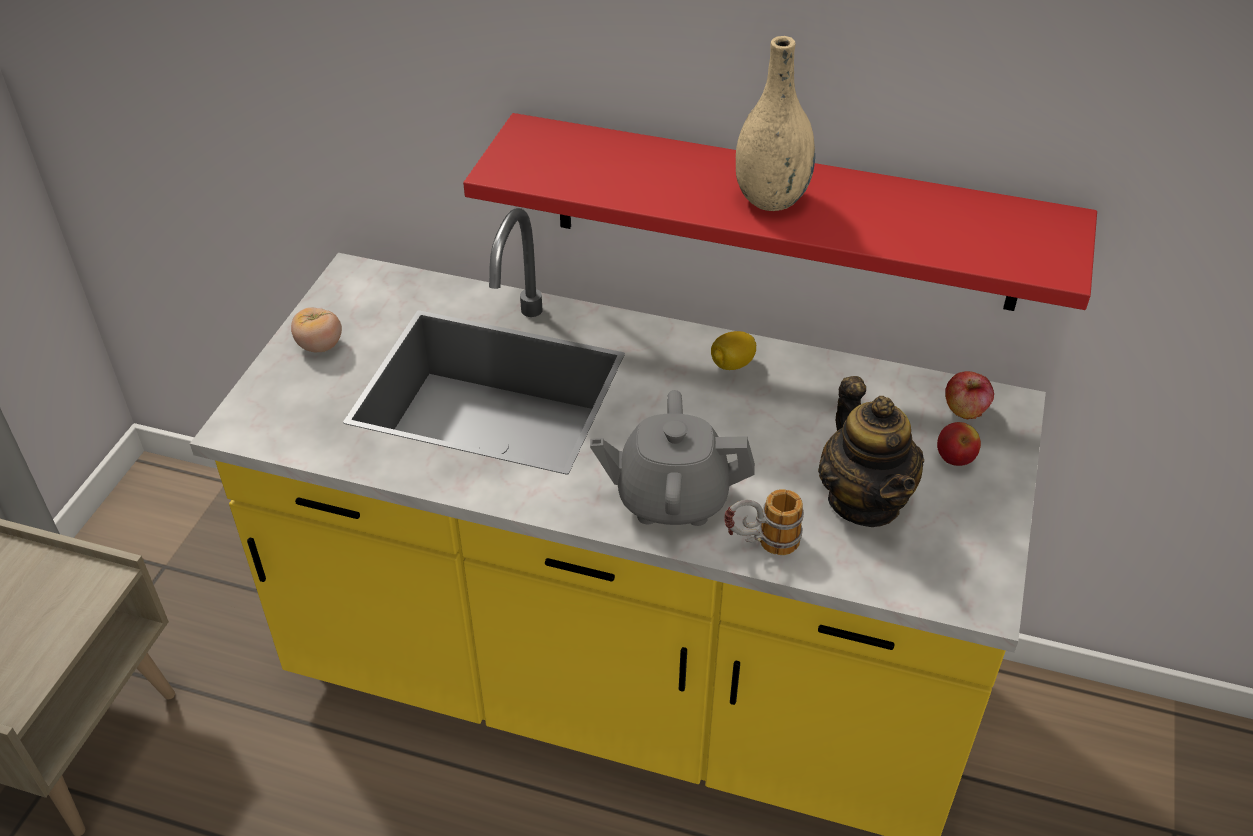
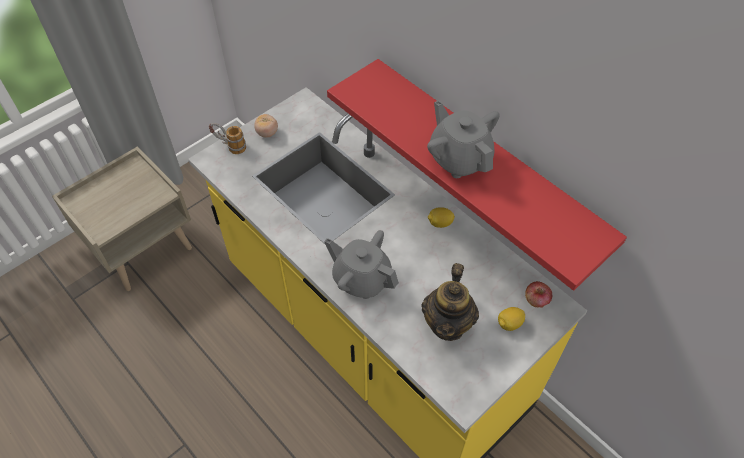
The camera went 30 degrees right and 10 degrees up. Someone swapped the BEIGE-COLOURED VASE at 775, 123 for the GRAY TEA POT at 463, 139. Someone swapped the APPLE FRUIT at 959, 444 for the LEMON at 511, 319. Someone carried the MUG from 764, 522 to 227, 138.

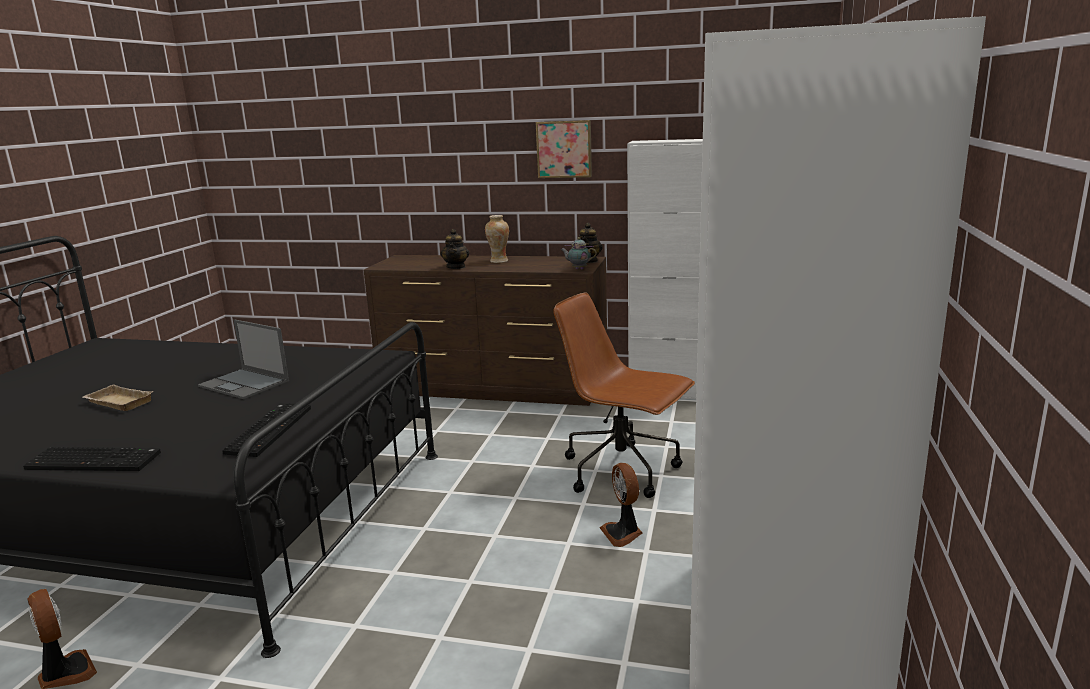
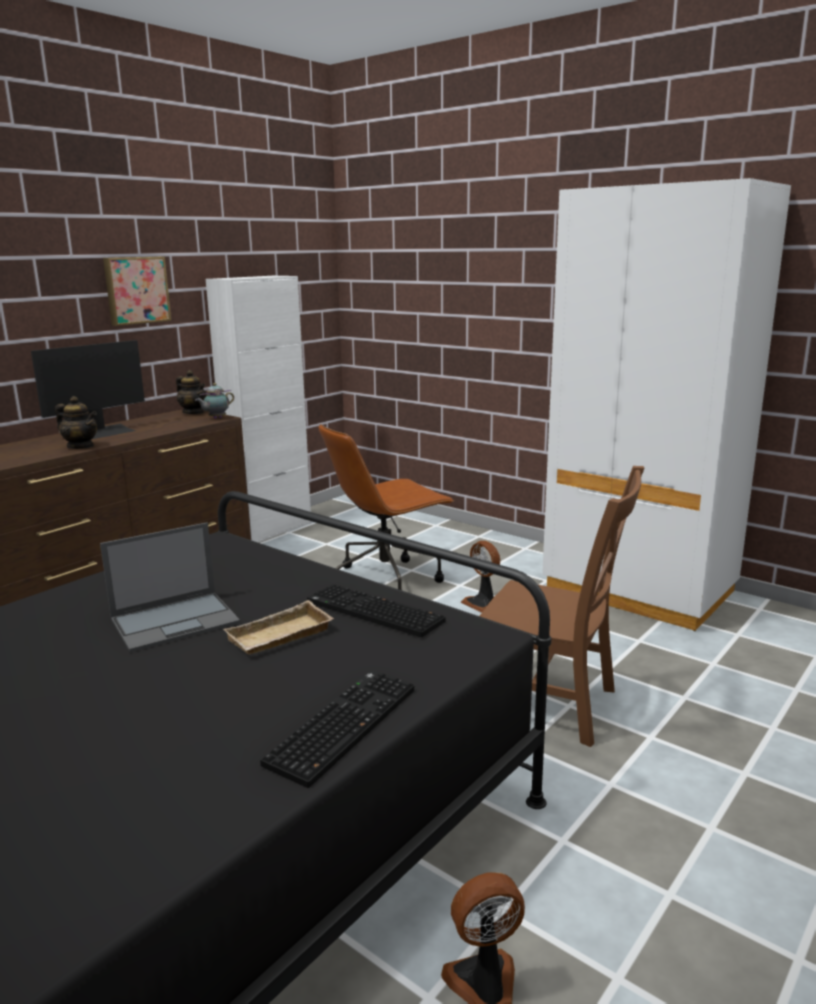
The camera went 65 degrees left and 0 degrees up. Someone swapped the VASE at 497, 239 for the COMPUTER DISPLAY at 88, 389. Someone carried the BEIGE-COLOURED TRAY from 118, 397 to 278, 627. Someone rotated the ELECTRIC FAN at 621, 505 by 45 degrees clockwise. Someone put down the BROWN CHAIR at 562, 606.

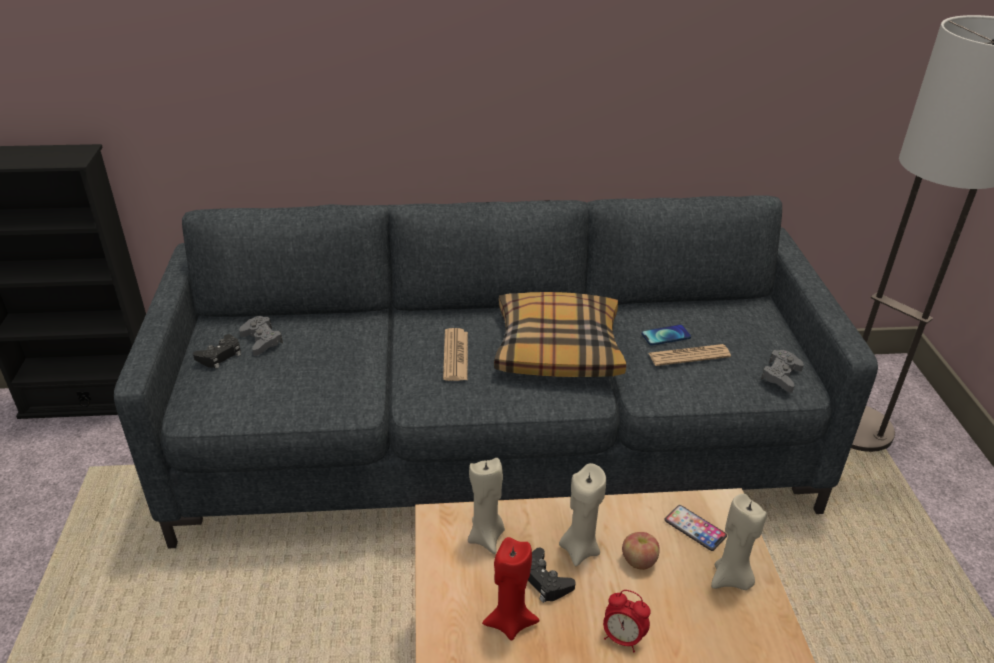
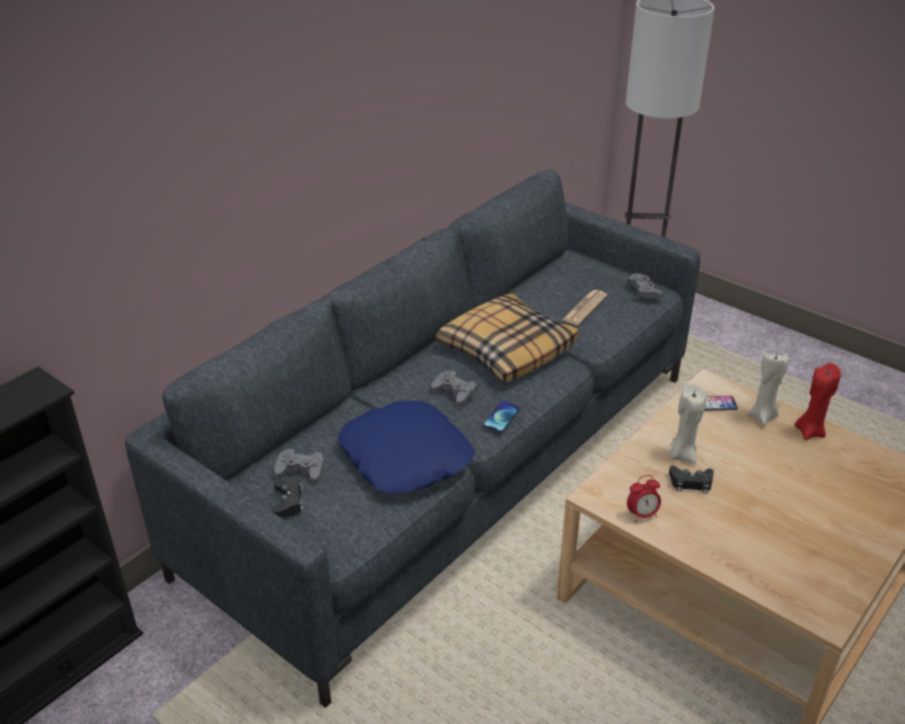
The camera went 45 degrees left and 0 degrees up. Someone carried the PHONE from 666, 335 to 501, 417. Someone swapped the DAILY PAPER at 455, 354 for the GRAY JOYPAD at 454, 389. Someone took away the BEIGE-COLOURED WAX CANDLE at 486, 506. Someone took away the APPLE FRUIT at 641, 551. Someone carried the REDDISH WAX CANDLE from 511, 588 to 818, 401. Someone carried the TABLE CLOCK from 627, 621 to 644, 499. Someone put down the BLUE-COLOURED THROW PILLOW at 406, 447.

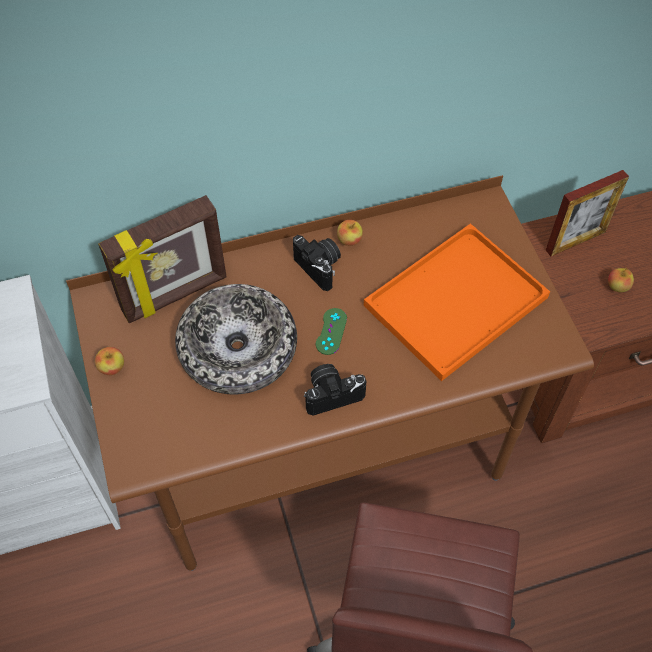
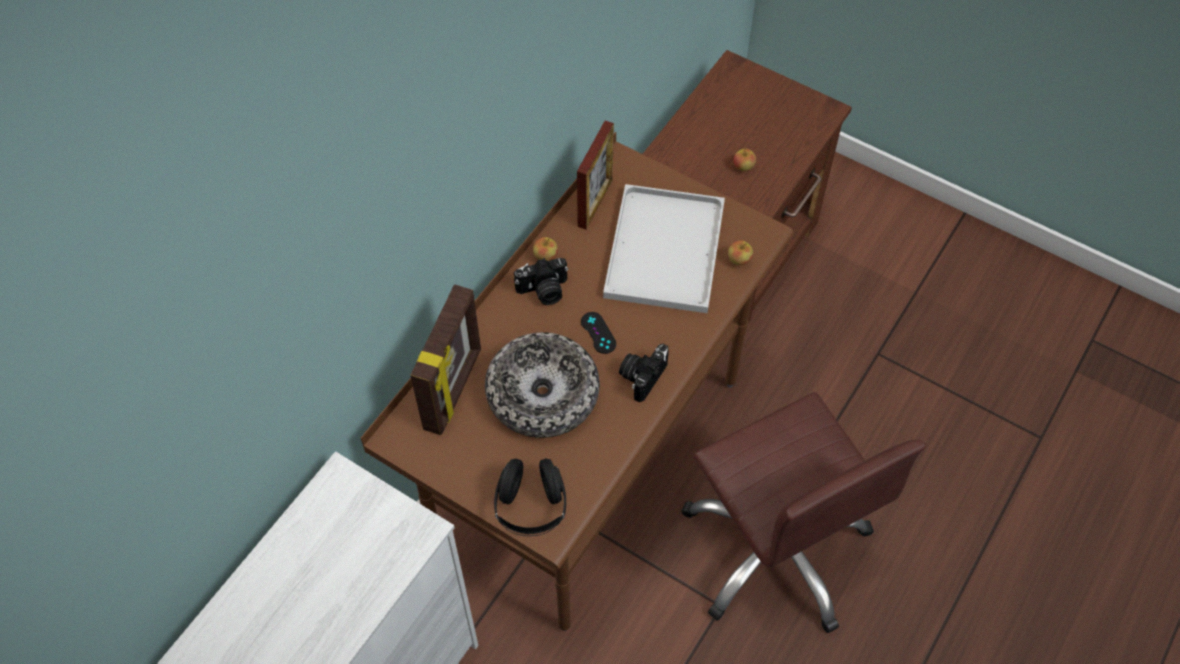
The camera went 40 degrees left and 0 degrees up. Someone carried the STANDING FRAME from 587, 213 to 595, 175. Someone repainted the ORANGE-COLOURED TRAY at 457, 302, which became the WHITE-COLOURED TRAY at 664, 248. Someone rotated the STILL CAMERA at 317, 263 by 150 degrees clockwise. Someone repainted the GREEN-COLOURED JOYPAD at 331, 331, which became the BLACKISH JOYPAD at 598, 333. Someone carried the APPLE FRUIT from 109, 361 to 740, 253. Someone put down the BLACKISH HEADSET at 530, 497.

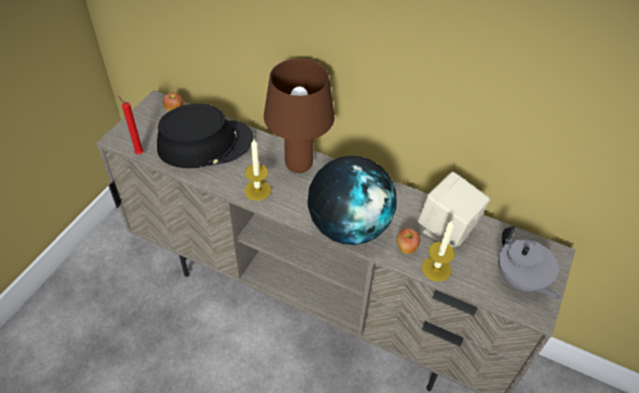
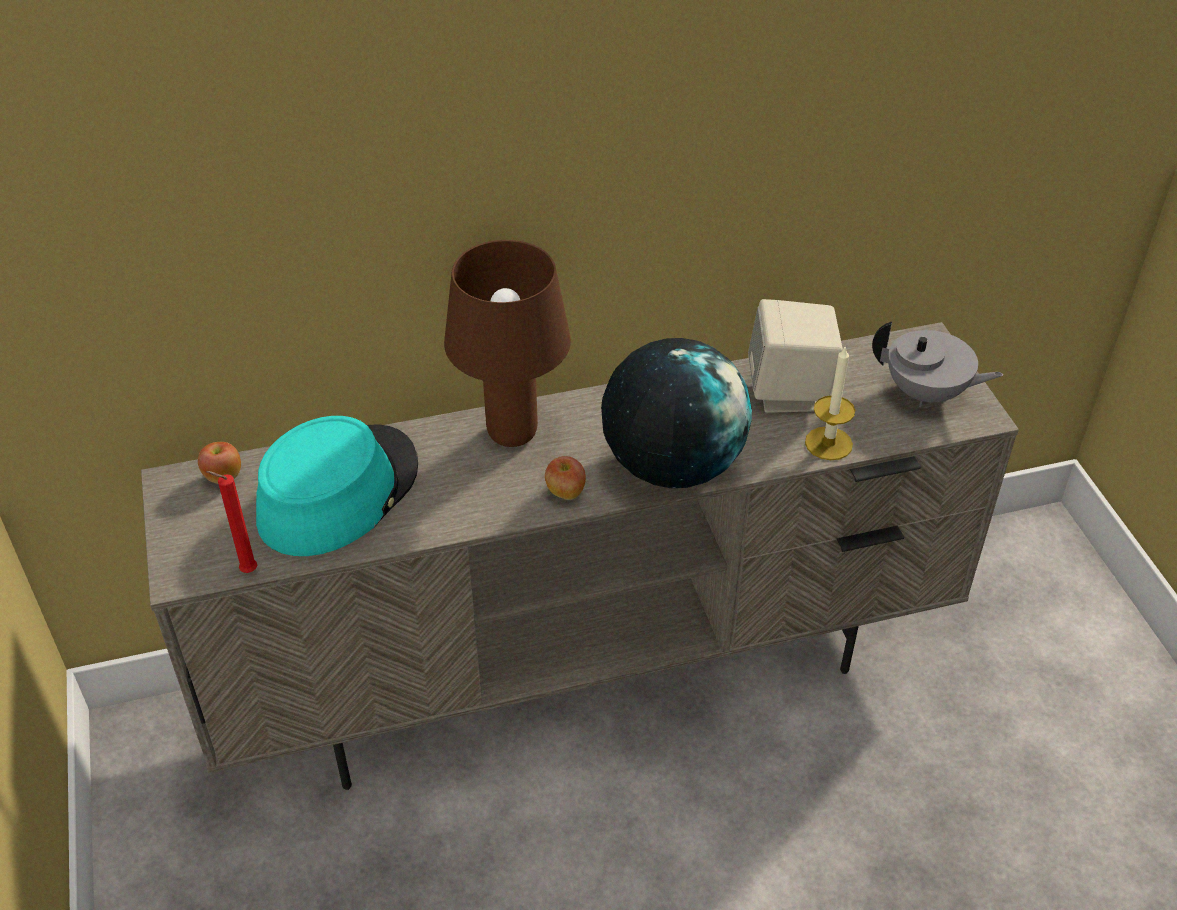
The camera went 40 degrees left and 5 degrees down. Someone repainted the BLACKISH CLOTHING HAT at 205, 136, which became the BLUE-GREEN CLOTHING HAT at 337, 486. Someone took away the WAX CANDLE at 257, 170. Someone carried the APPLE FRUIT from 408, 241 to 565, 478.

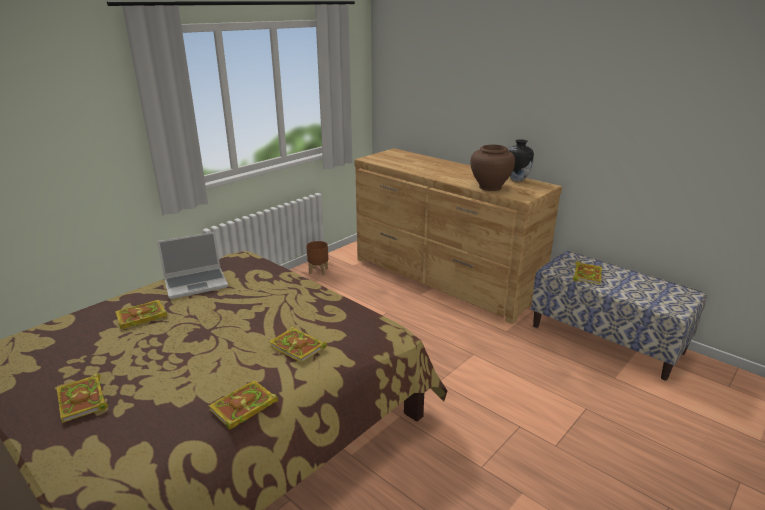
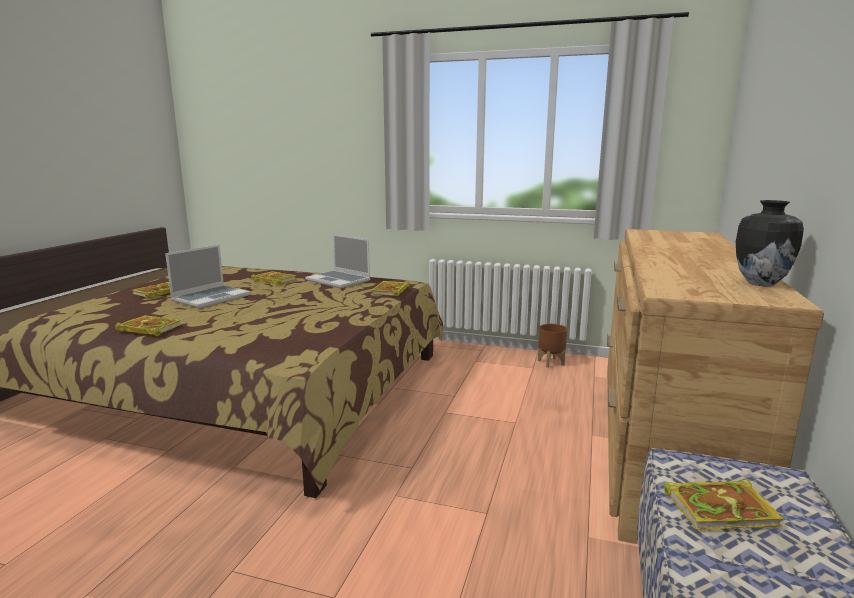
The camera went 65 degrees right and 10 degrees down. Someone took away the BROWN VASE at 492, 168. Someone carried the BOUND BOOK from 298, 345 to 390, 288. Someone put down the LAPTOP at 207, 276.

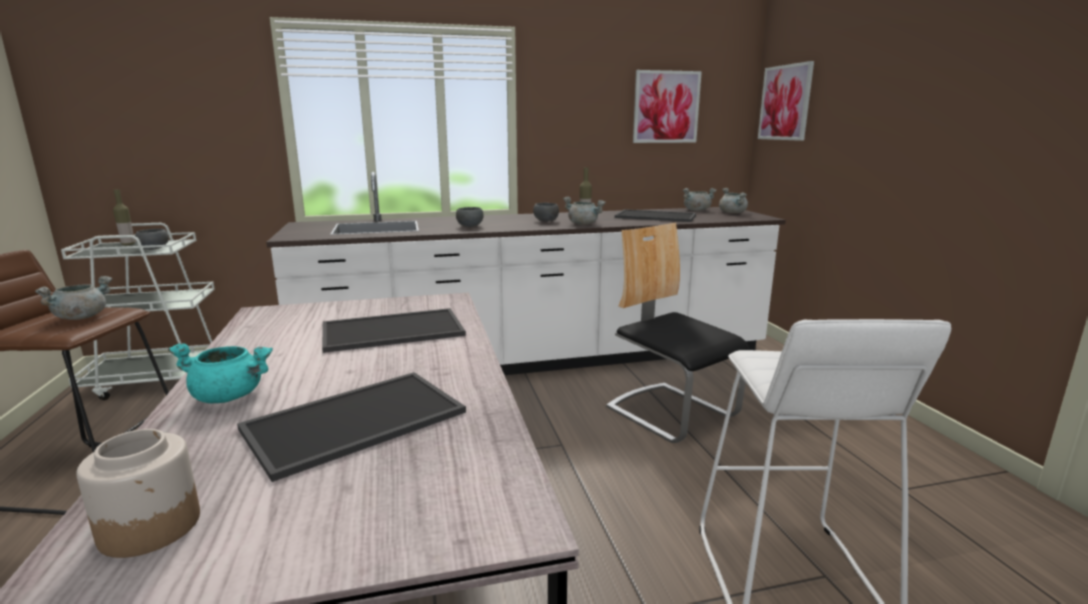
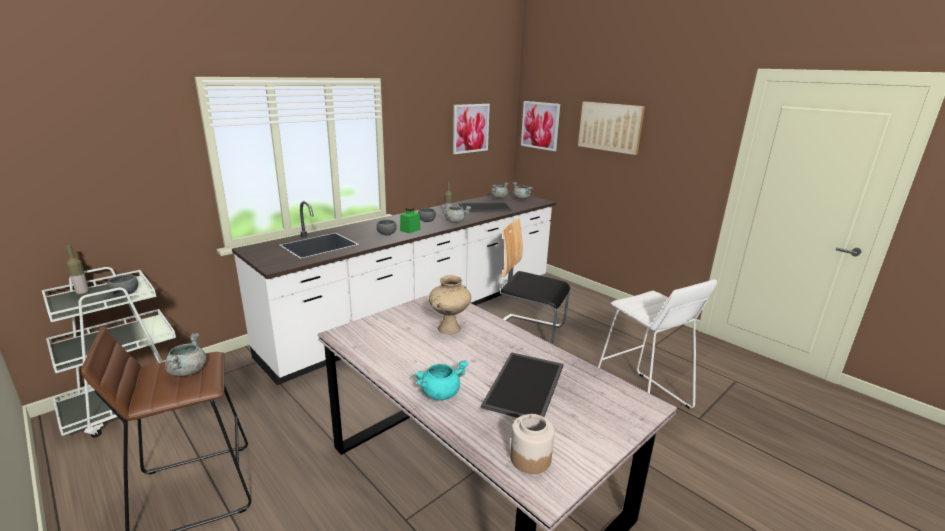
The camera went 30 degrees left and 5 degrees up. Someone swapped the TRAY at 394, 330 for the BEIGE-COLOURED VASE at 450, 304. Someone put up the WALL ART at 611, 128. Someone put down the GREEN-COLOURED STORAGE JAR at 410, 220.

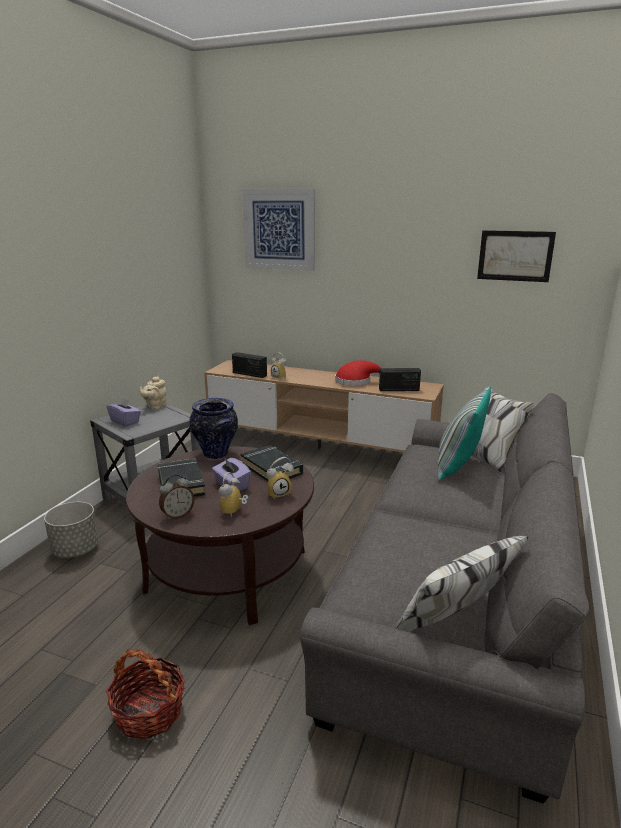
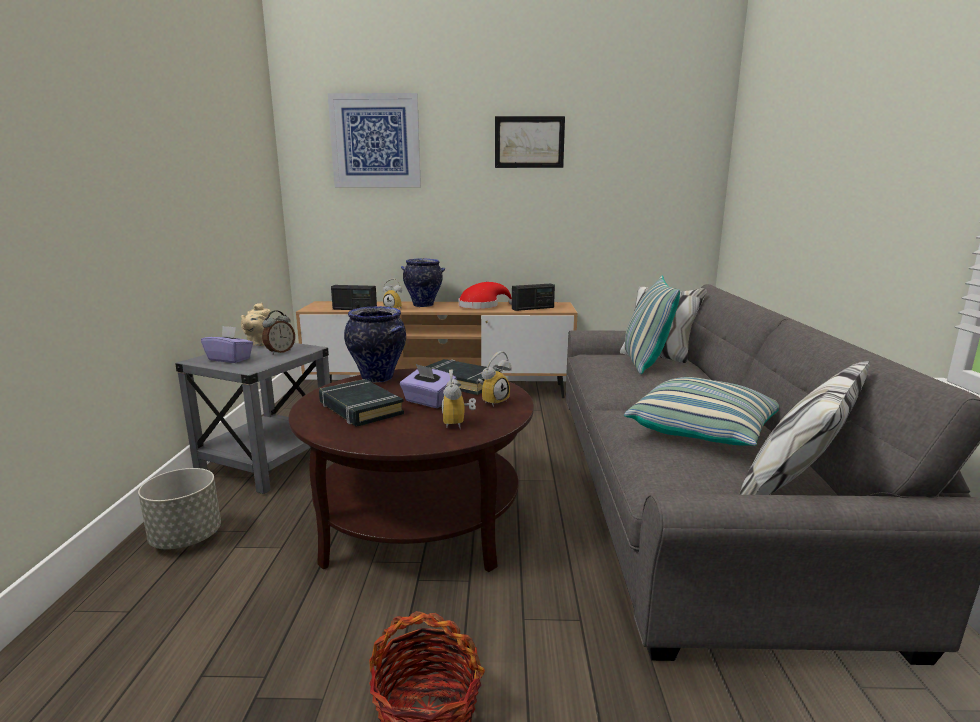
The camera went 20 degrees left and 5 degrees down. Someone carried the WALL ART from 516, 256 to 530, 142. Someone carried the TABLE CLOCK from 177, 497 to 278, 332. Someone put down the VASE at 423, 283. Someone put down the THROW PILLOW at 701, 411.

